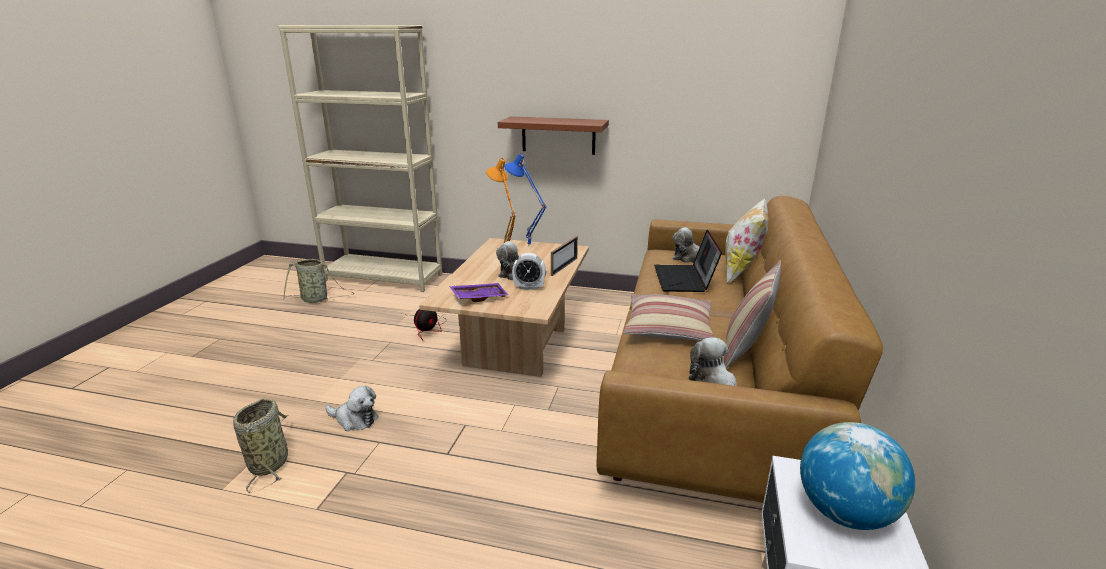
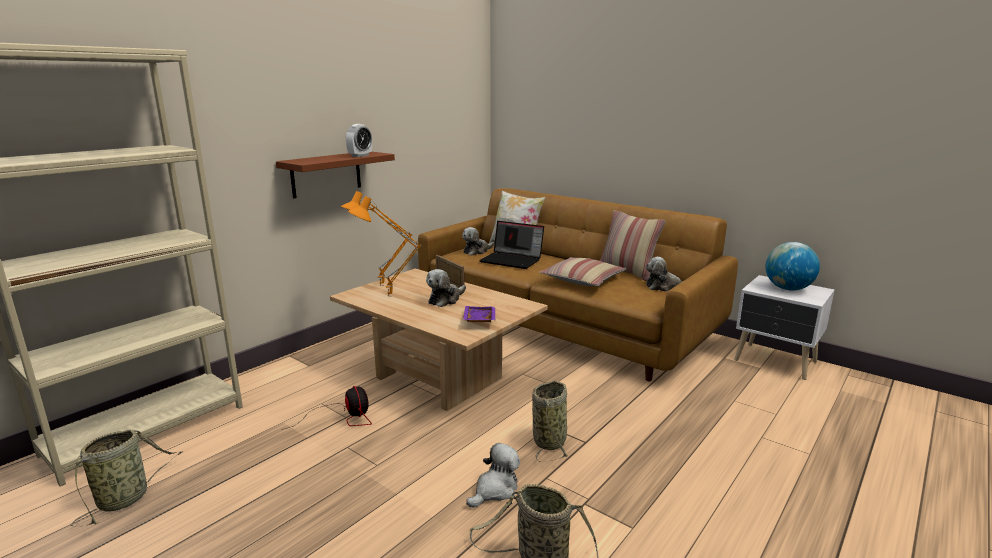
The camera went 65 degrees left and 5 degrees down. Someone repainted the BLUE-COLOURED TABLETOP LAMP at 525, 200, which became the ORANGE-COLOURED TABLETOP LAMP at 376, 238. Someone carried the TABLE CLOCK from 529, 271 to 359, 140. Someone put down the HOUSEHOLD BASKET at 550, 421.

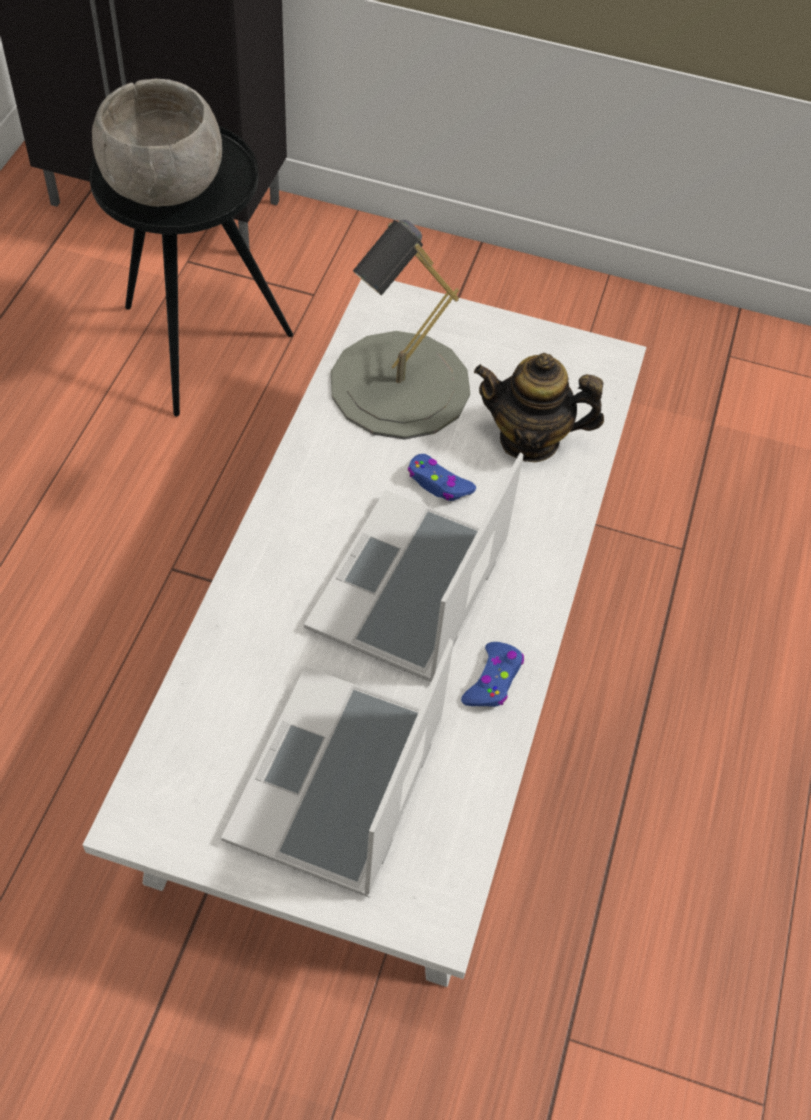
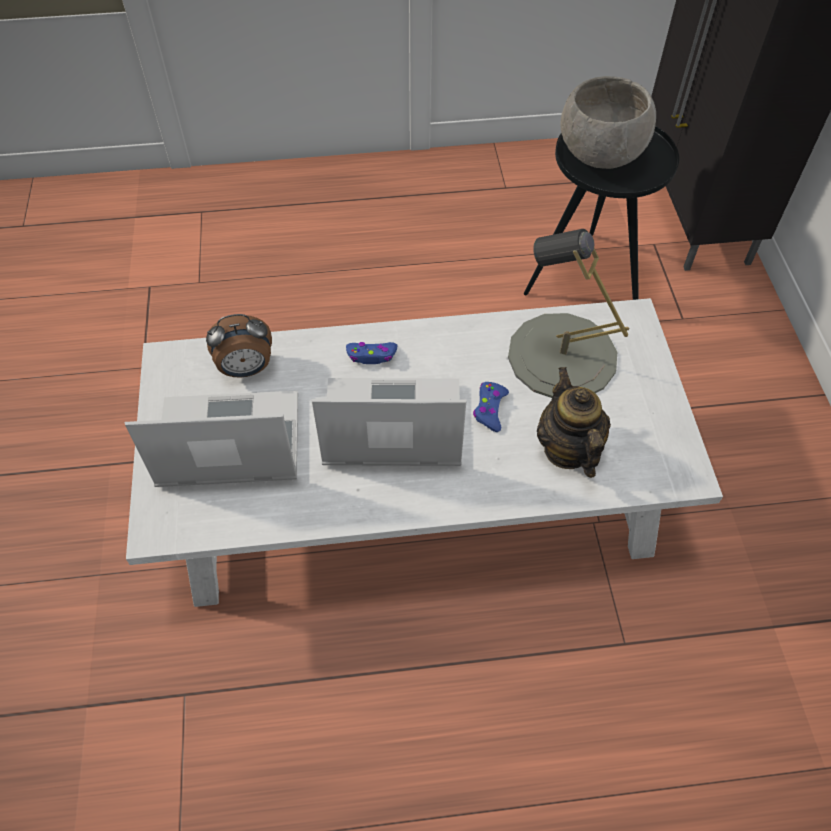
The camera went 70 degrees right and 0 degrees up. Someone carried the BLUE-COLOURED JOYPAD from 492, 674 to 371, 353. Someone put down the TABLE CLOCK at 239, 346.

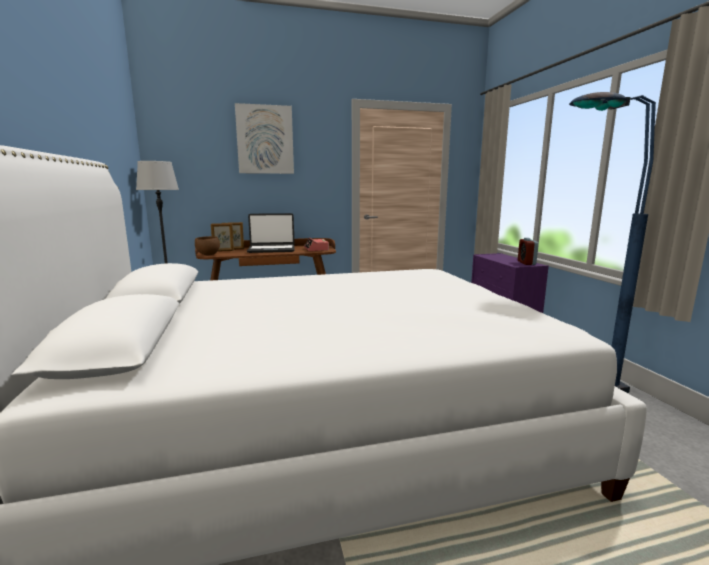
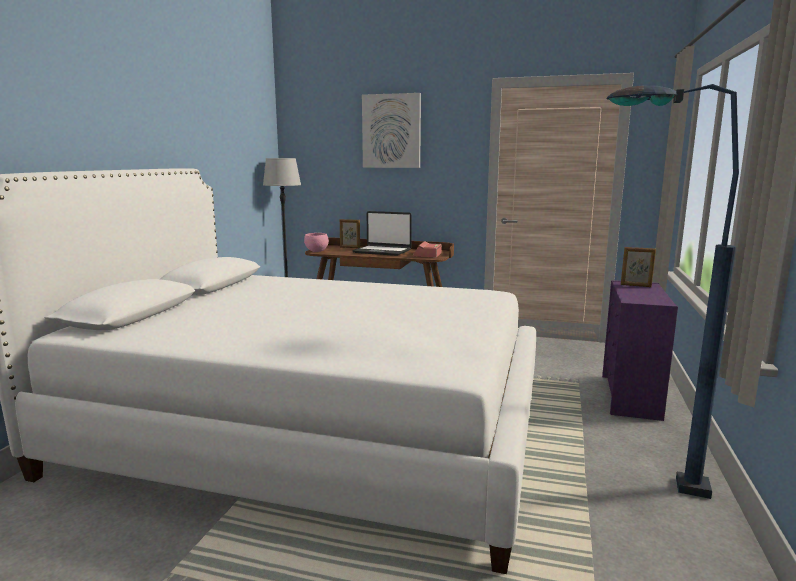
The camera went 30 degrees right and 0 degrees up. Someone carried the STANDING FRAME from 222, 237 to 638, 267. Someone repainted the BROWN BOWL at 207, 246, which became the PINK BOWL at 316, 242. Someone took away the TABLE CLOCK at 528, 251.

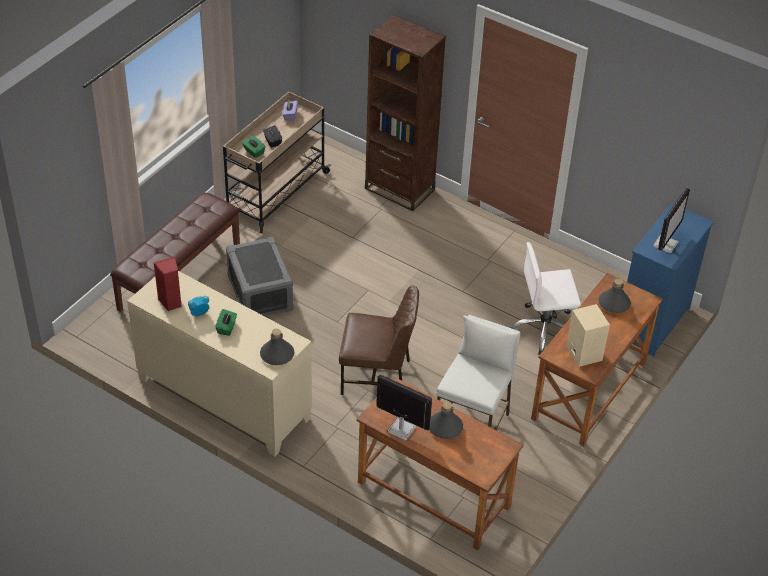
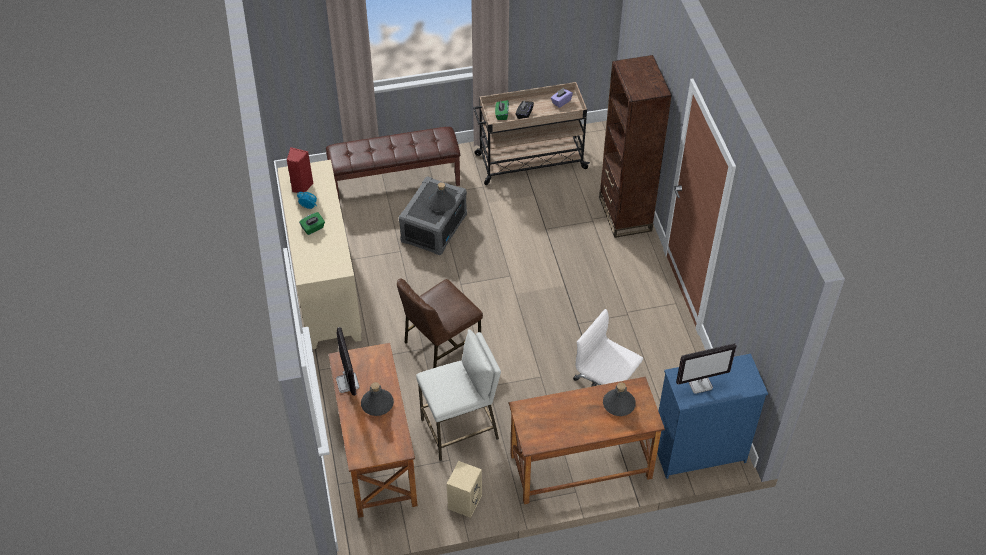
The camera went 45 degrees right and 5 degrees up. Someone rotated the BROWN CHAIR at 379, 340 by 90 degrees clockwise. Someone carried the BEIGE-COLOURED AUDIO SPEAKER from 588, 335 to 464, 489. Someone carried the GRAY BOTTLE from 277, 347 to 442, 197.

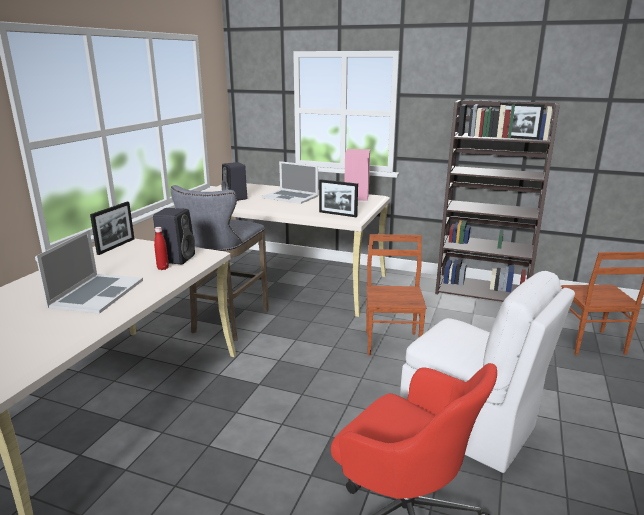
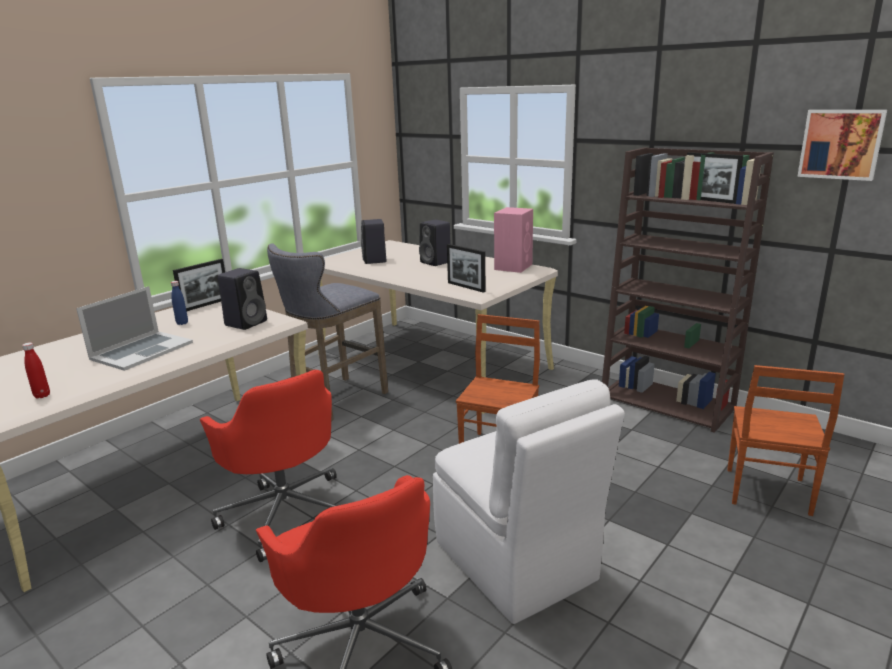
The camera went 20 degrees right and 0 degrees up. Someone swapped the LAPTOP at 290, 182 for the BLACKISH AUDIO SPEAKER at 435, 243. Someone carried the REDDISH BOTTLE from 161, 248 to 36, 370. Someone put up the WALL ART at 842, 145. Someone put down the BLUE-COLOURED BOTTLE at 179, 303. Someone put down the REDDISH OFFICE CHAIR at 268, 466.

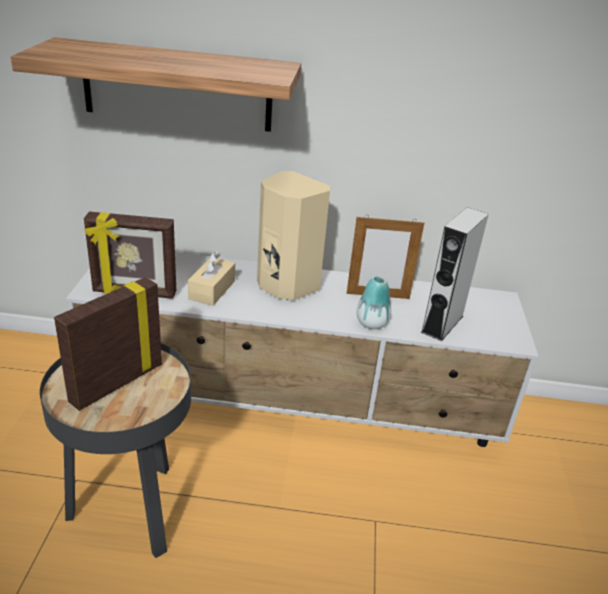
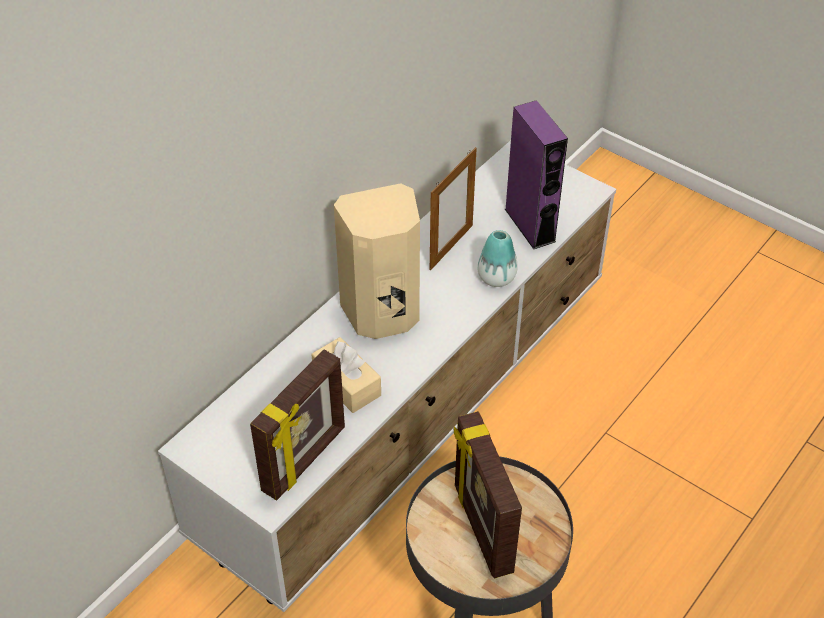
The camera went 55 degrees left and 15 degrees up. Someone took away the SHELF at 156, 84. Someone repainted the GRAY AUDIO SPEAKER at 455, 274, which became the PURPLE AUDIO SPEAKER at 536, 174.

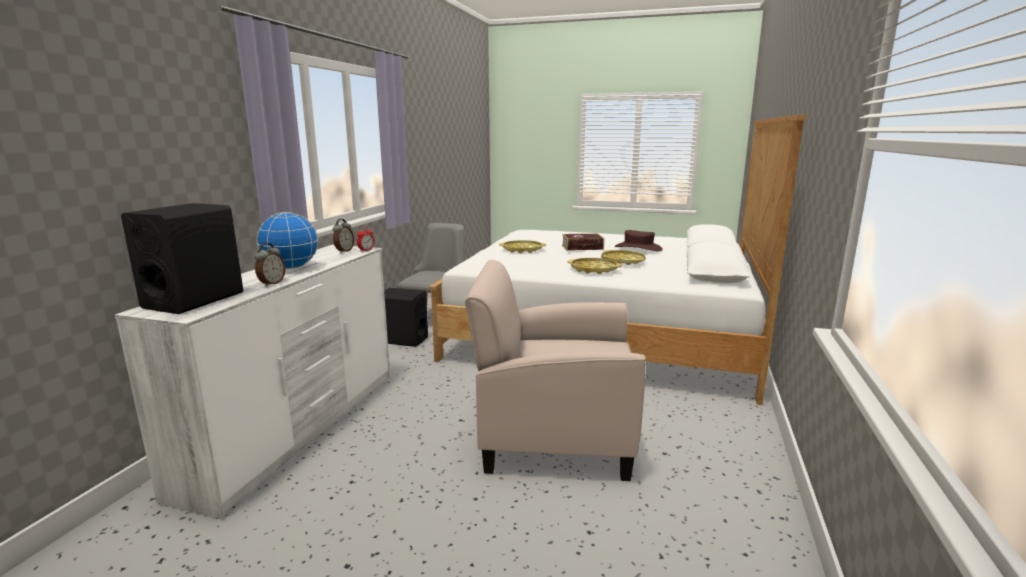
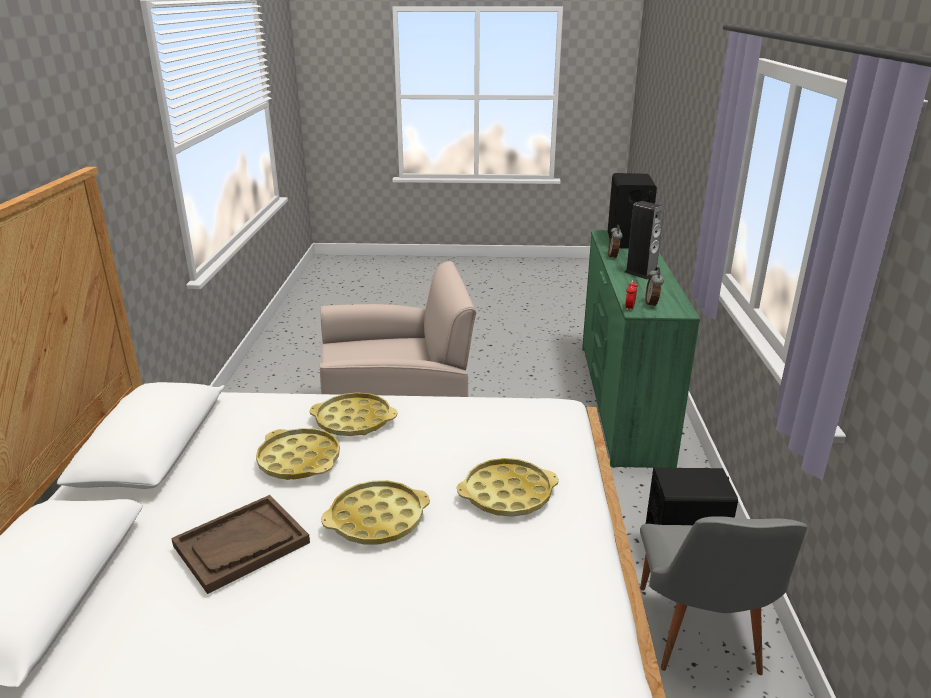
The camera went 165 degrees right and 10 degrees up. Someone swapped the DESK GLOBE at 287, 240 for the AUDIO SPEAKER at 644, 240. Someone swapped the BROWN CLOTHING HAT at 639, 240 for the BROWN TRAY at 240, 544. Someone swapped the BOUND BOOK at 583, 242 for the YELLOW-COLOURED TRAY at 375, 512. Someone repainted the WHITE-COLOURED DRESSER at 252, 382, which became the GREEN-COLOURED DRESSER at 641, 349.

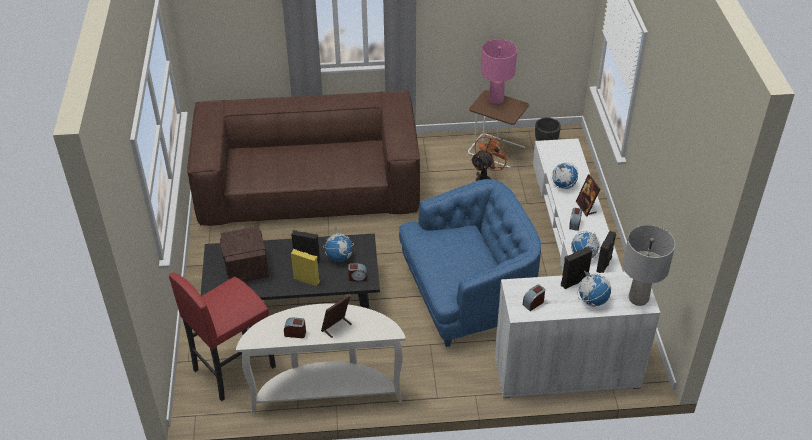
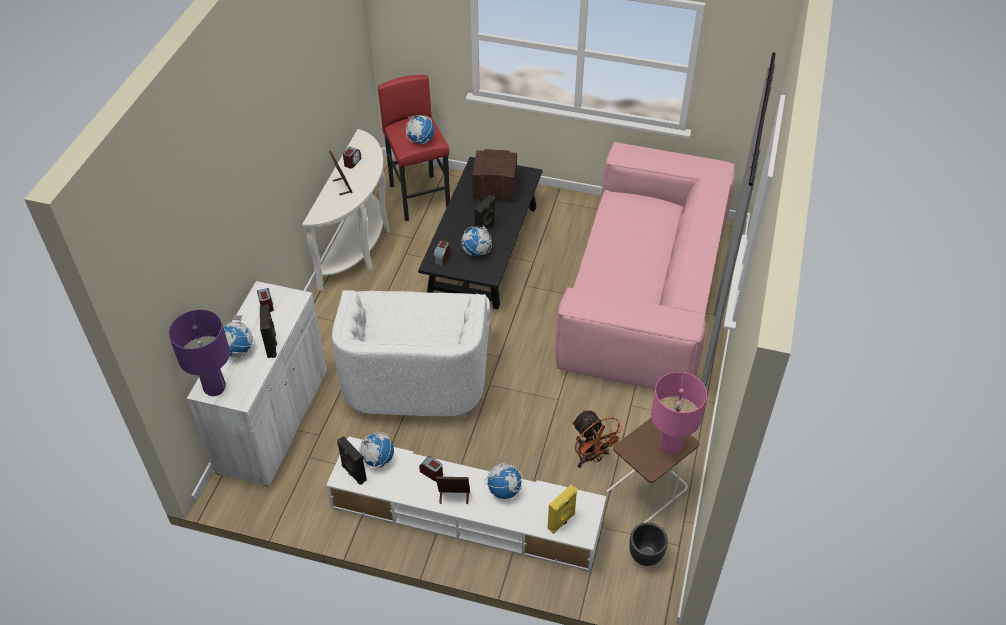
The camera went 110 degrees right and 5 degrees up. Someone repainted the BROWN COUCH at 303, 158, which became the PINK COUCH at 645, 266. Someone repainted the BLUE-COLOURED LOUNGE CHAIR at 470, 263, which became the WHITE-COLOURED LOUNGE CHAIR at 411, 353. Someone repainted the GRAY TABLETOP LAMP at 649, 265, which became the PURPLE TABLETOP LAMP at 199, 353. Someone carried the YELLOW-COLOURED AUDIO SPEAKER from 305, 267 to 562, 509. Someone put down the DESK GLOBE at 420, 129.

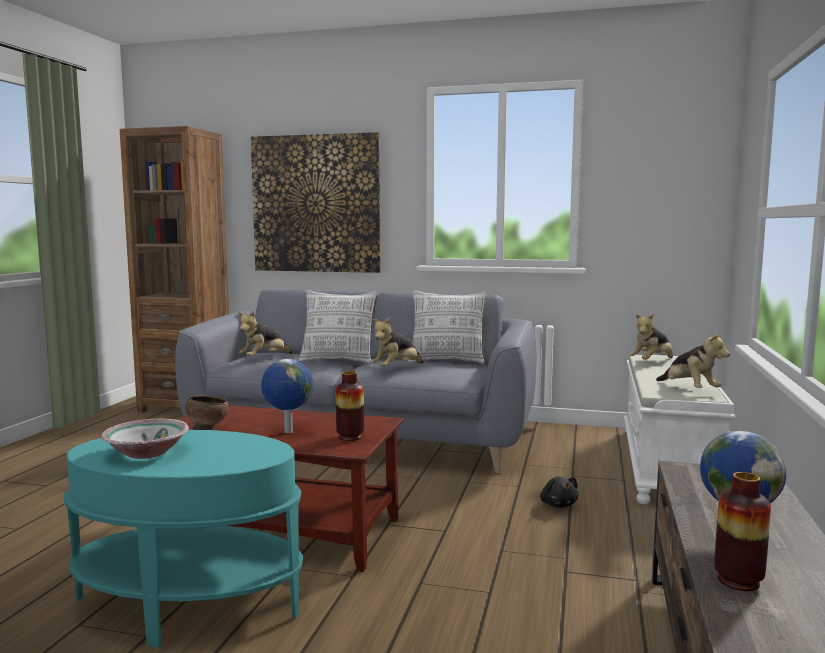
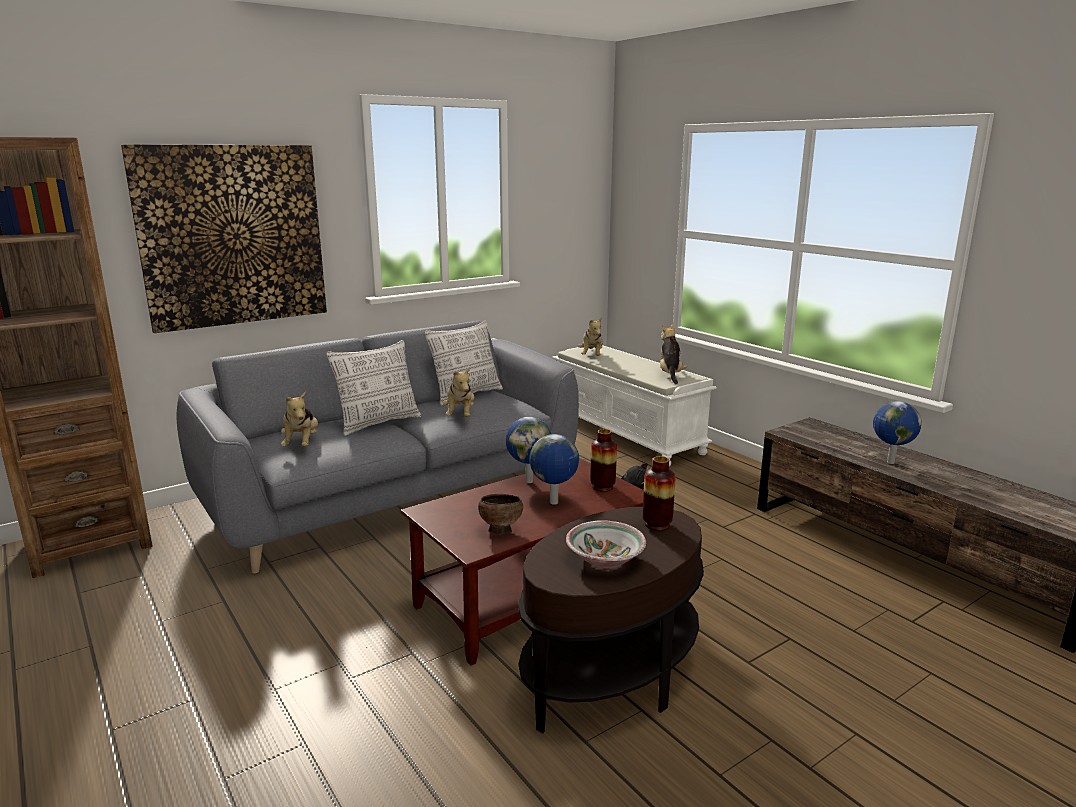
The camera went 50 degrees left and 10 degrees up. Someone rotated the SOFT TOY at 693, 360 by 105 degrees counterclockwise. Someone repainted the BLUE-GREEN SIDE TABLE at 183, 538, which became the BROWN SIDE TABLE at 611, 620. Someone carried the VASE from 742, 531 to 659, 493. Someone put down the DESK GLOBE at 528, 450.

